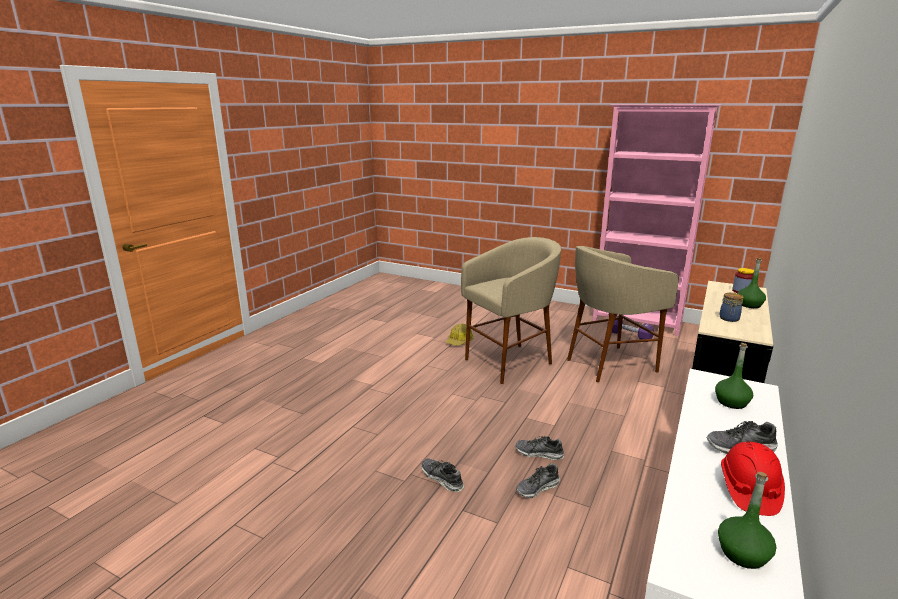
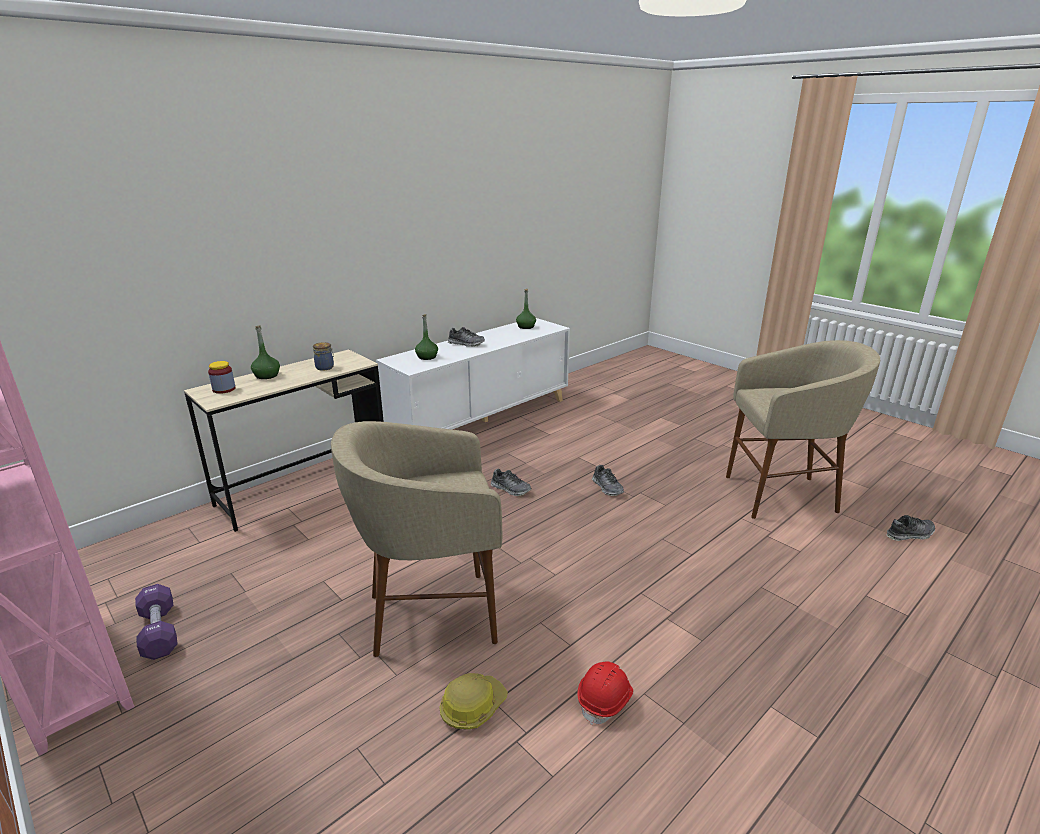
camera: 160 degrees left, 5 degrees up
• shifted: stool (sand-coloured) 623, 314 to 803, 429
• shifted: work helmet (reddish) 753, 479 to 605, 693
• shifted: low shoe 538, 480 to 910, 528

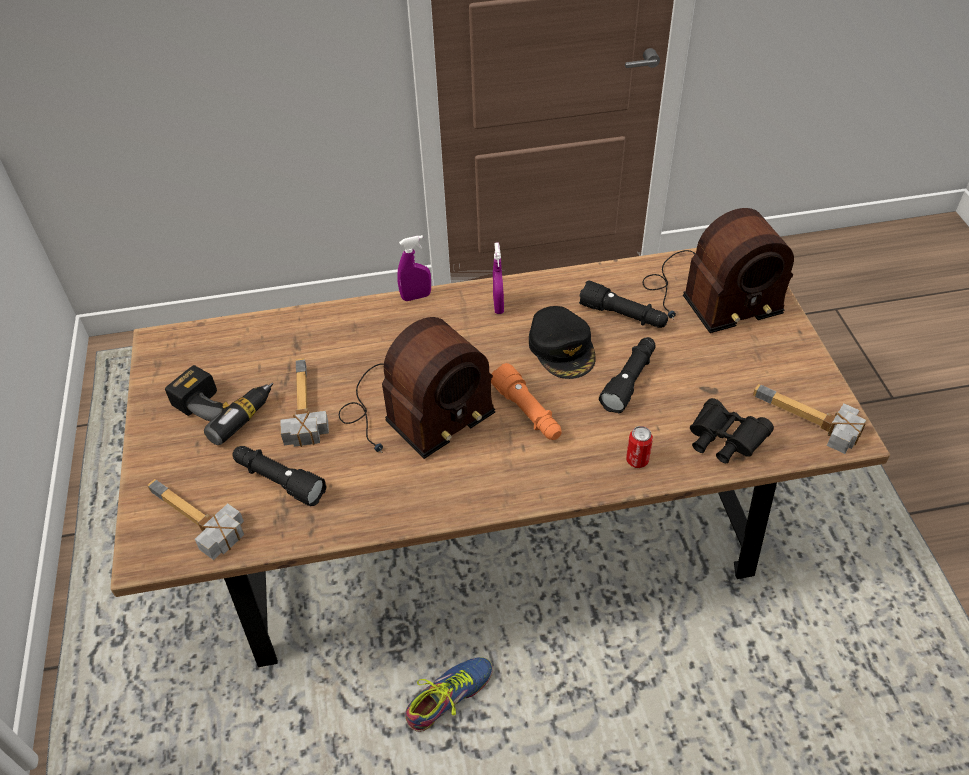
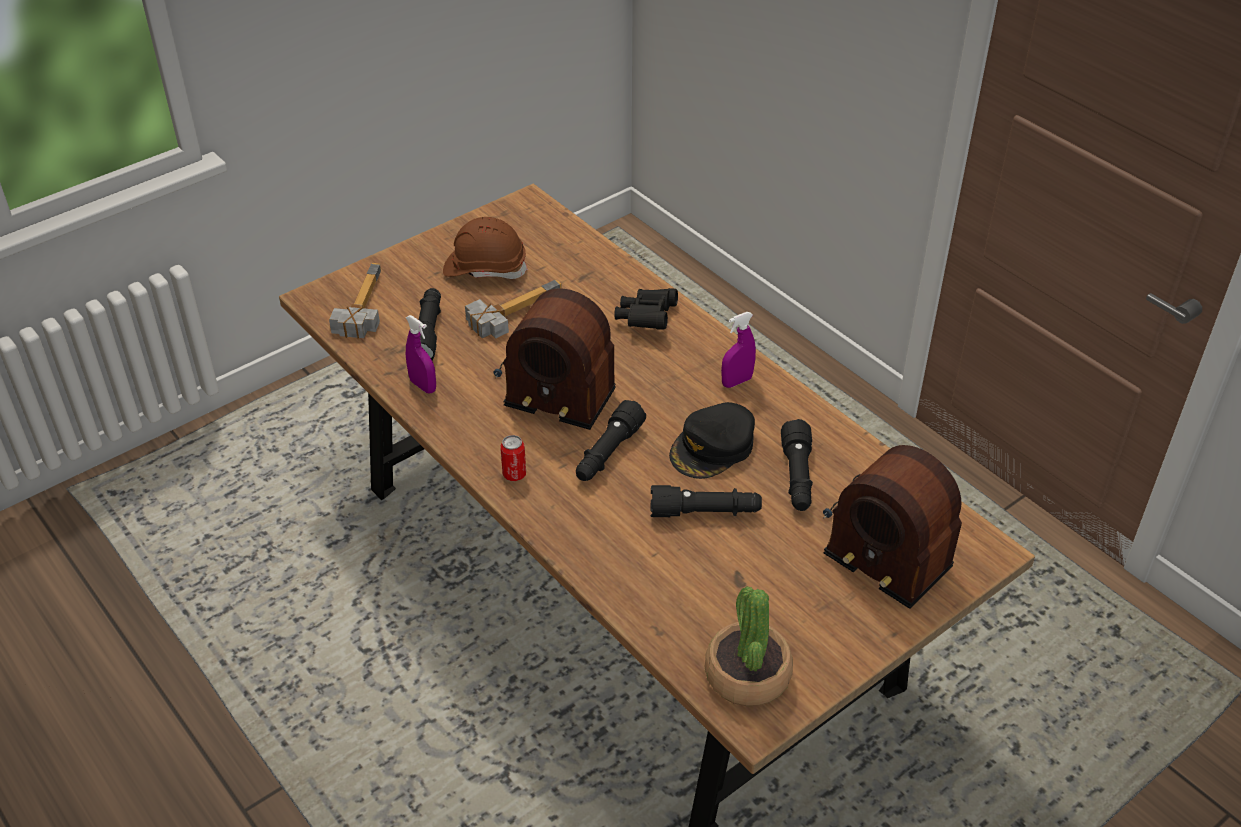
camera: 60 degrees right, 5 degrees down
• shifted: sprayer (purple) 414, 268 to 421, 354
• repainted: torch (orange-coloured) 526, 401 to torch (black-coloured) 611, 440
• swapped: drill 219, 405 to work helmet (brown) 485, 248
• swapped: hand hammer 809, 419 to potted plant 749, 646
• shifted: pair of binoculars (black-coloured) 732, 430 to 646, 309
• shifted: metal can 639, 447 to 513, 458
• gone: low shoe 449, 694

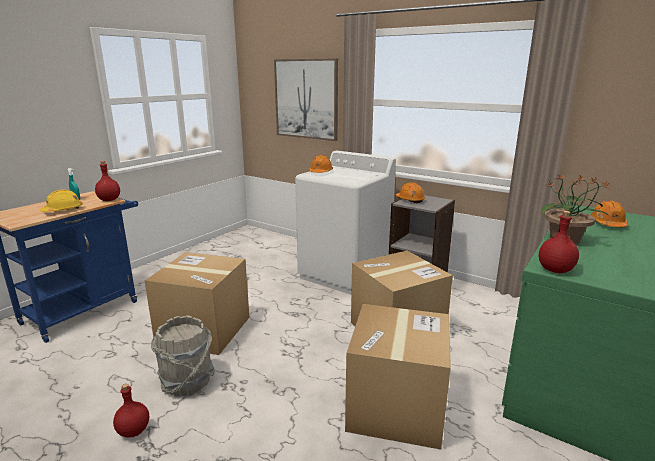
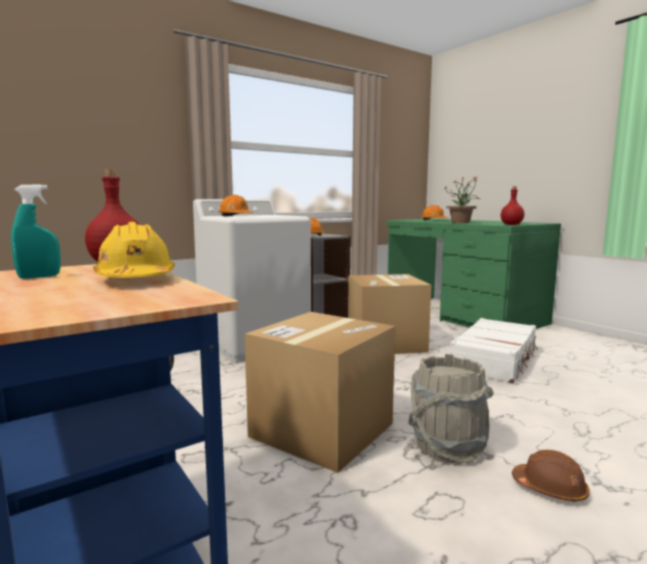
camera: 70 degrees left, 10 degrees down
• gone: picture 306, 99
• swapped: packing box 398, 377 to travel case (white) 494, 350
• swapped: beverage bottle (reddish) 131, 411 to work helmet (brown) 551, 476

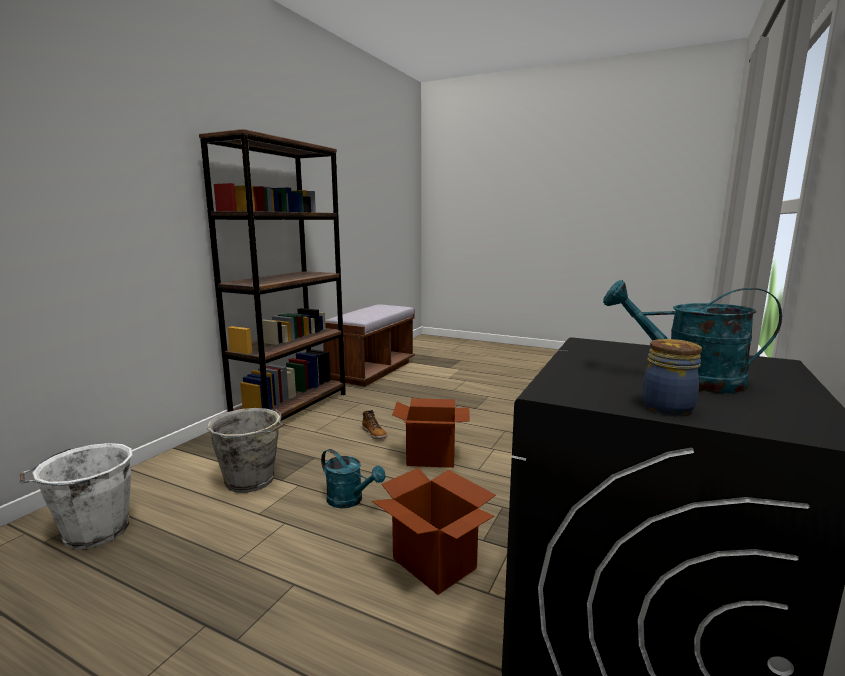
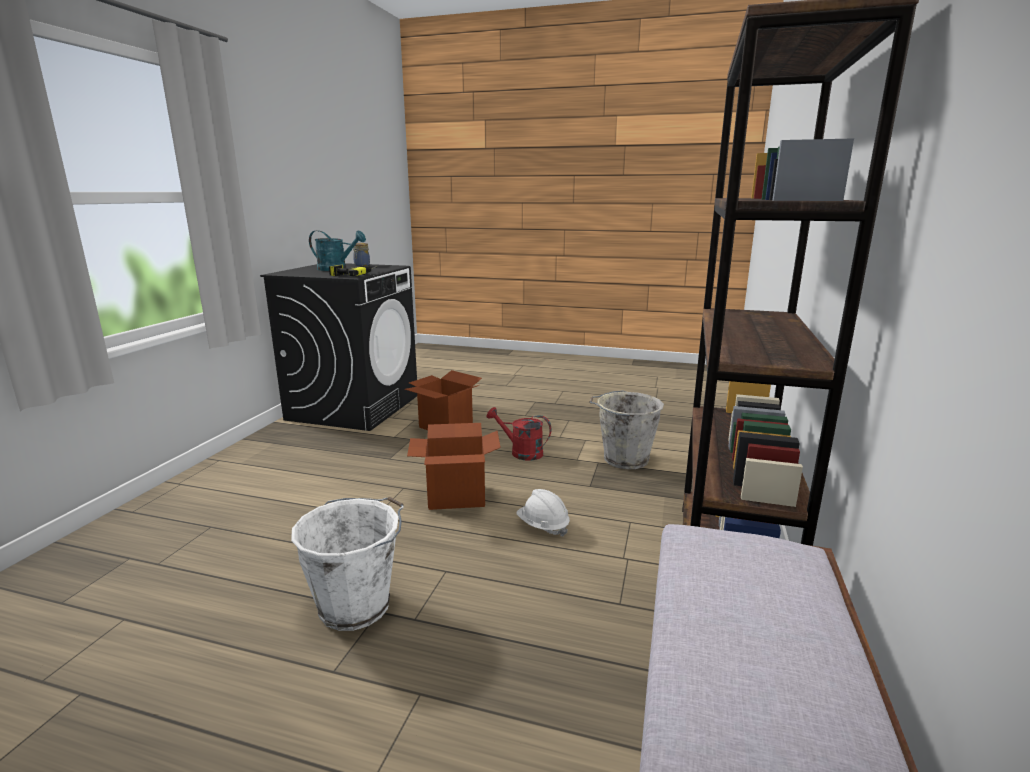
camera: 170 degrees right, 5 degrees up
• swapped: boot 374, 424 to work helmet (white) 543, 512
• shifted: pail (white) 76, 496 to 347, 564
• repainted: watering can (turquoise-coloured) 353, 479 to watering can (reddish) 519, 434
• new: drill 353, 270

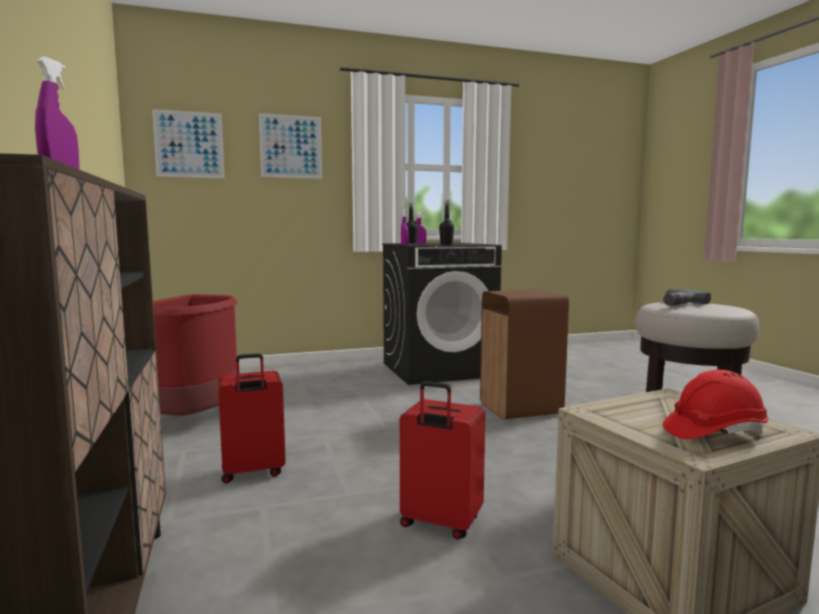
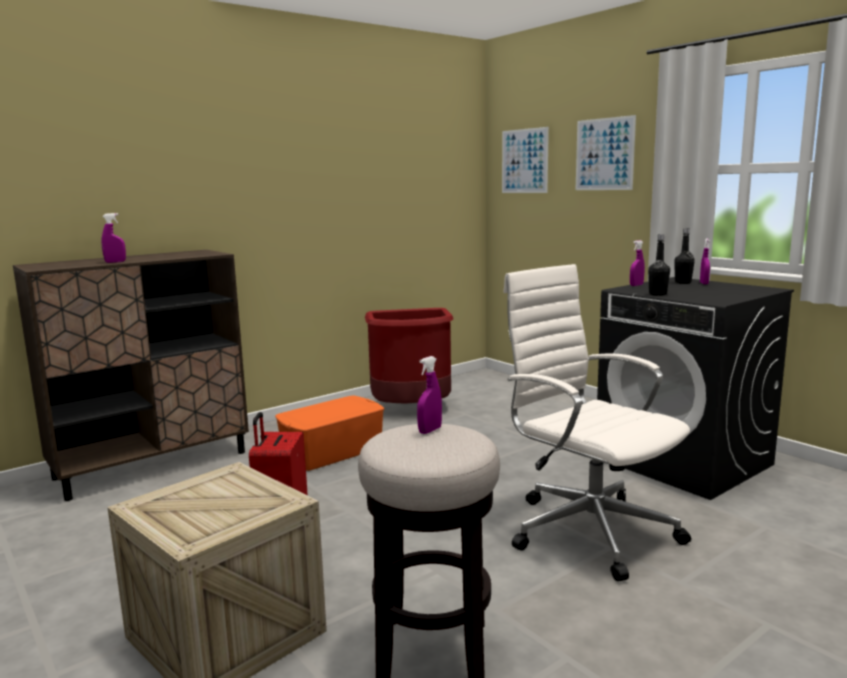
camera: 70 degrees right, 5 degrees up
• swapped: waste bin (brown) 524, 354 to computer chair (white) 597, 422
• swapped: drill 687, 297 to sprayer (purple) 429, 395
• swapped: travel case (reddish) 252, 418 to storage container (orange-coloured) 329, 433
• gone: work helmet (reddish) 715, 404

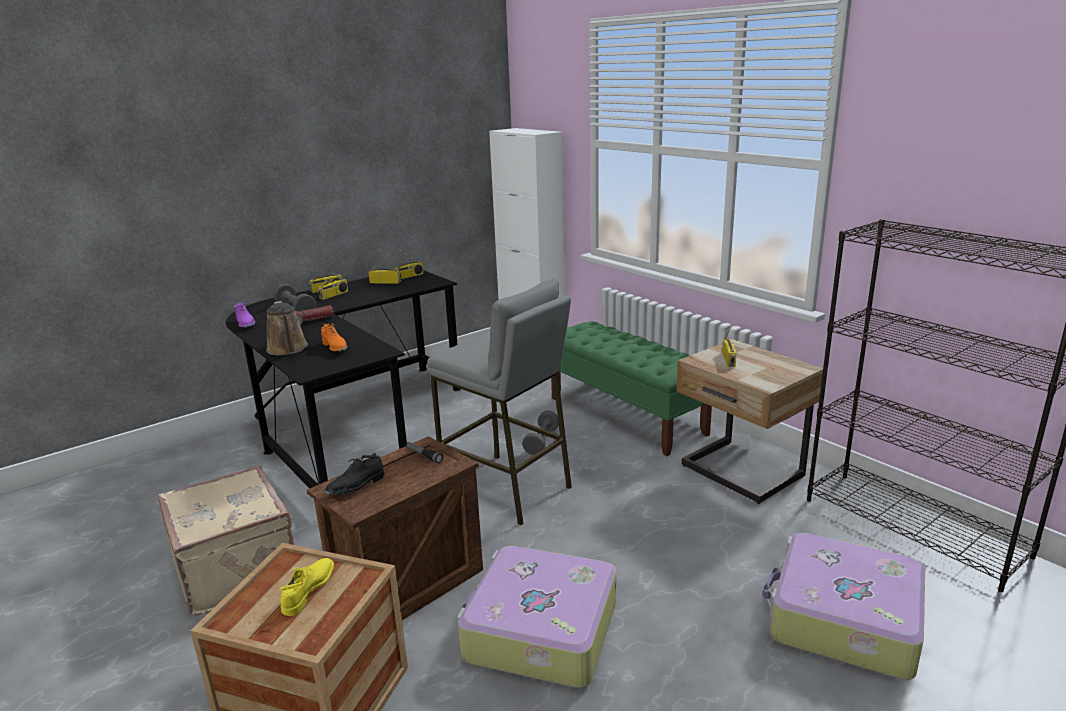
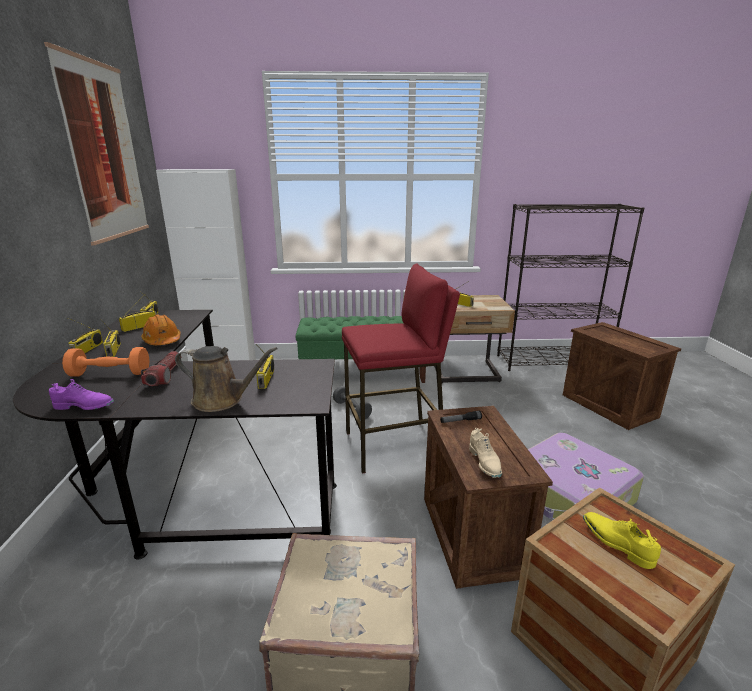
camera: 55 degrees left, 0 degrees up
• repainted: stool (gray) 499, 402 to stool (reddish) 401, 368
• repainted: free weight (gray) 294, 297 to free weight (orange-coloured) 105, 362
• swapped: low shoe (orange-coloured) 334, 337 to radio 265, 366
• repainted: low shoe (black-coloured) 354, 474 to low shoe (sand-coloured) 485, 453
• swapped: travel case 843, 606 to shipping crate 622, 376
• new: picture 96, 143
• new: work helmet (orange-coloured) 161, 329

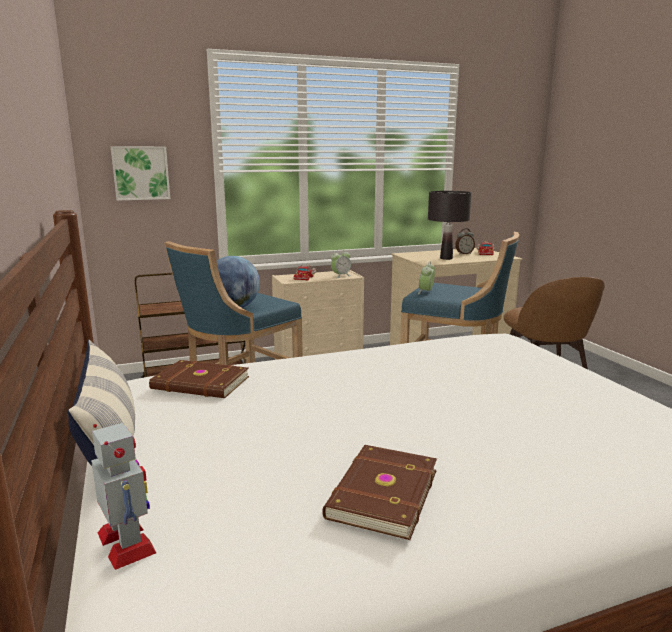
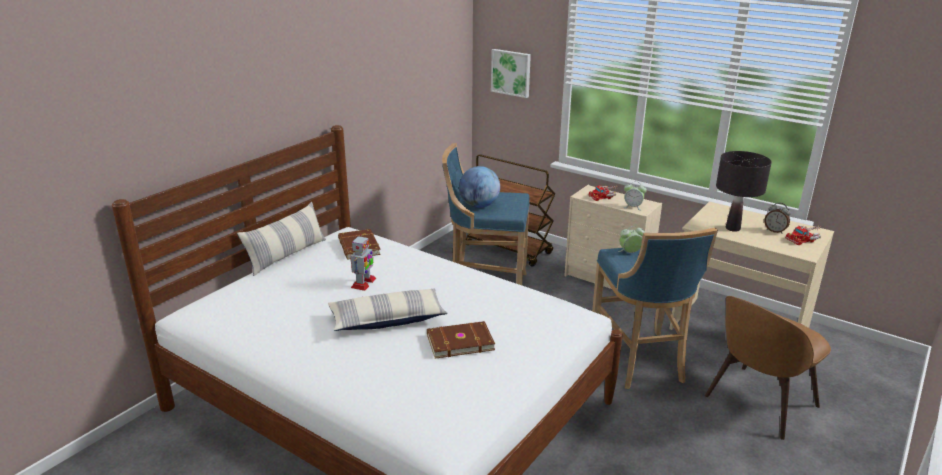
camera: 55 degrees right, 10 degrees up
• shifted: robot figure 123, 496 to 363, 262
• shifted: book (brown) 379, 492 to 461, 340
• new: pillow 387, 310

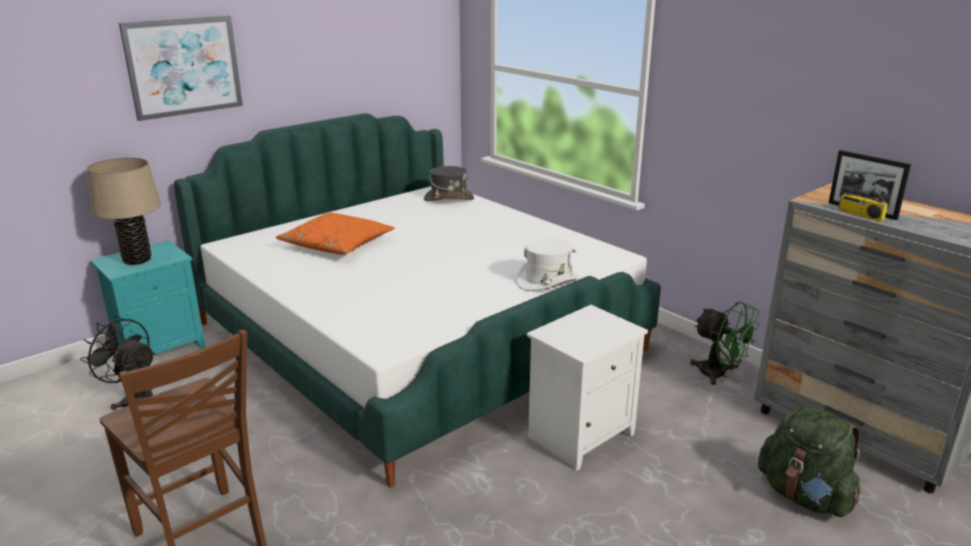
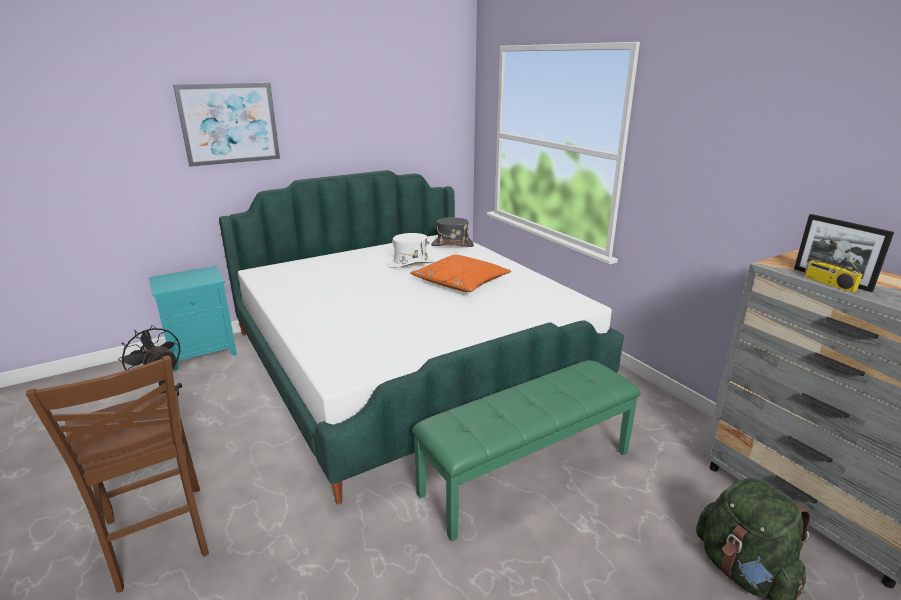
camera: 10 degrees right, 0 degrees up
• gone: tabletop lamp (sand-coloured) 123, 211
• shifted: pillow (orange-coloured) 335, 234 to 460, 273
• shifted: hat (white) 548, 264 to 411, 250
• gone: electric fan (green-coloured) 725, 343
• swapped: night table (white) 587, 388 to bench (green-coloured) 526, 450

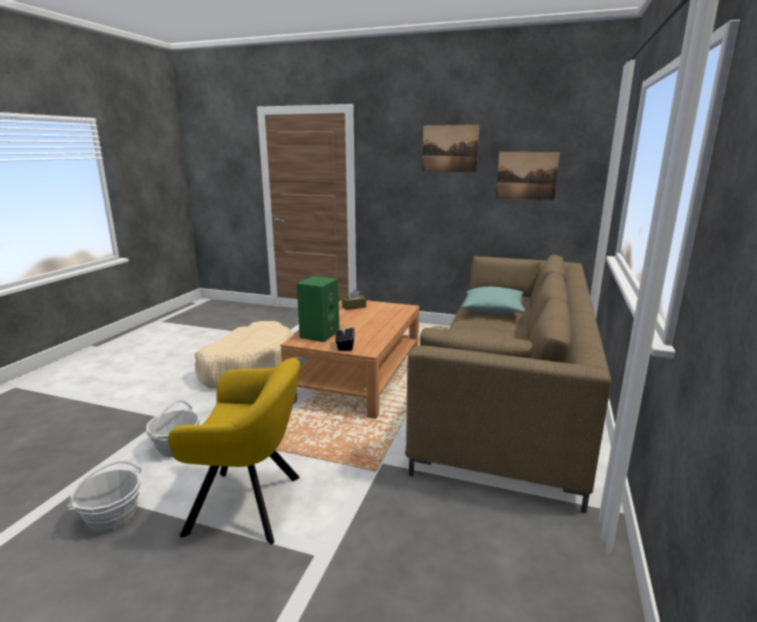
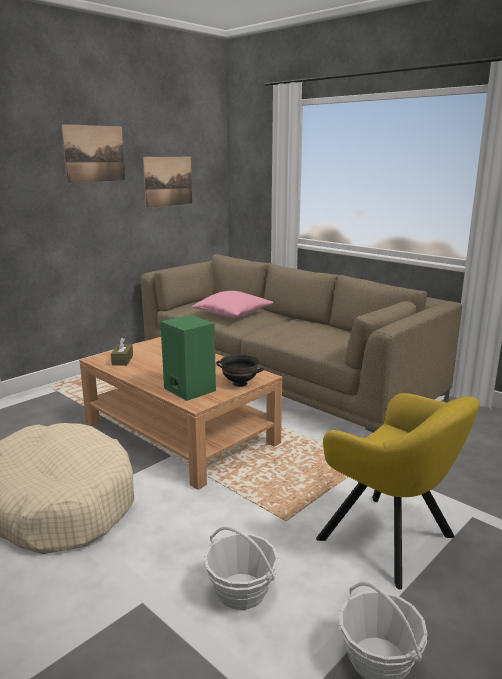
camera: 65 degrees left, 0 degrees up
• repainted: pillow (turquoise-coloured) 493, 300 to pillow (pinkish) 233, 304
• swapped: tissue holder (black-coloured) 345, 338 to deep dish (black-coloured) 240, 370
• rotated: armchair (yellowish) 234, 451 = 398, 491 105 degrees clockwise

